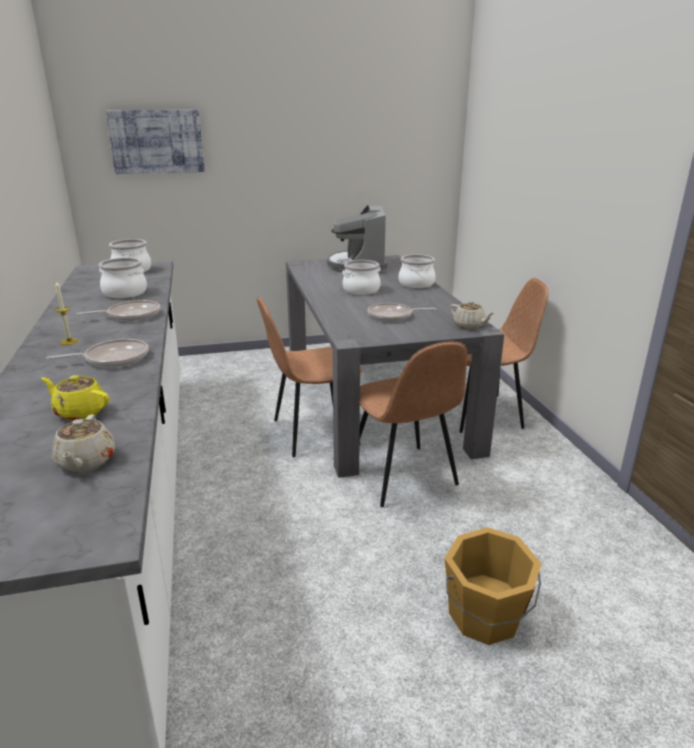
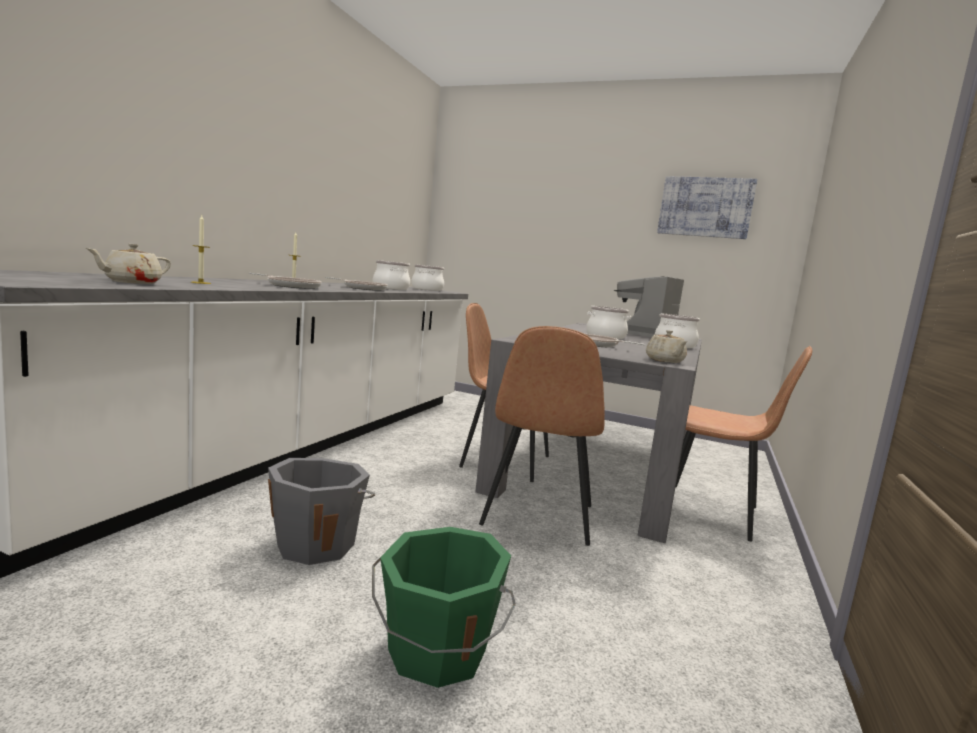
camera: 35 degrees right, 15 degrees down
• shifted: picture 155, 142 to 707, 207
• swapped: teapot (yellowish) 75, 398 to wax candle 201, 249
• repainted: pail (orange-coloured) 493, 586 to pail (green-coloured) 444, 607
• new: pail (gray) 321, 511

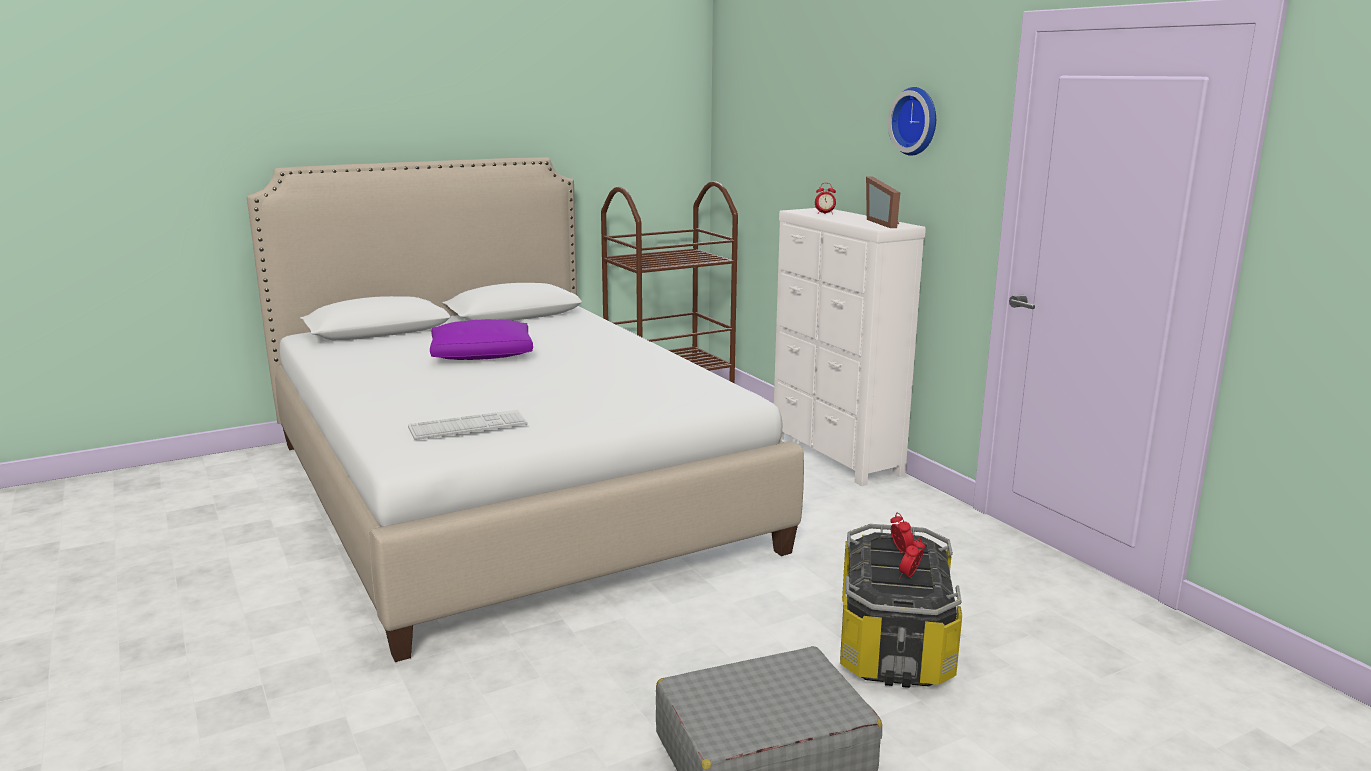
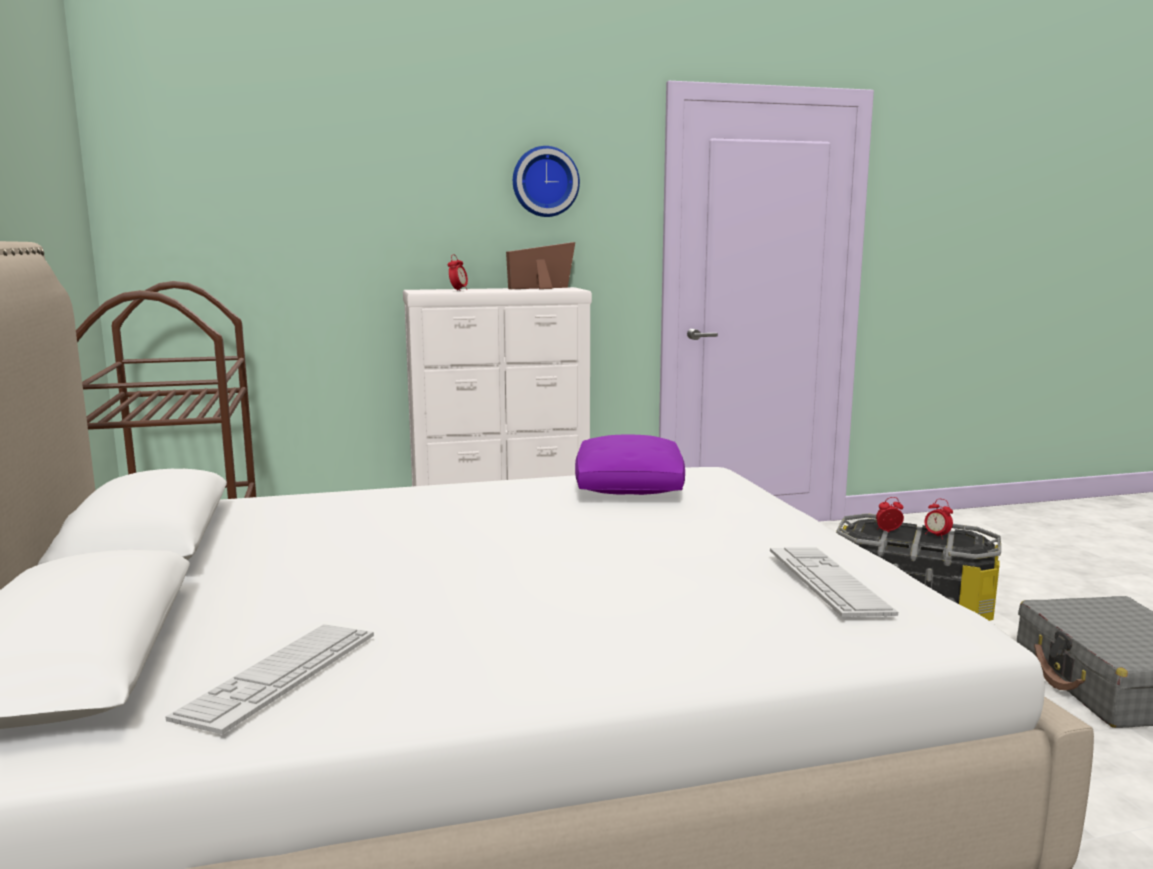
camera: 75 degrees left, 5 degrees down
• rotated: picture frame 883, 202 = 540, 265 150 degrees clockwise
• shifted: pillow (purple) 481, 339 to 630, 464
• new: PC keyboard 269, 679

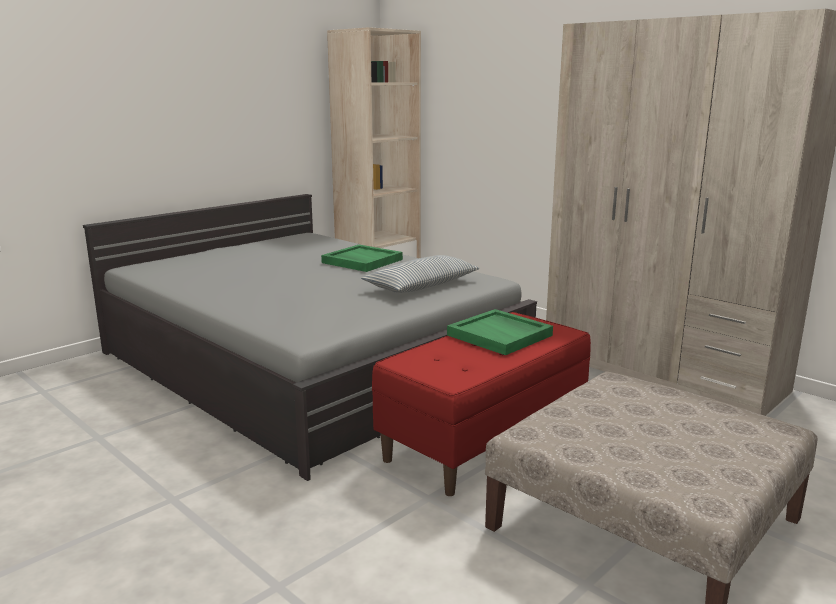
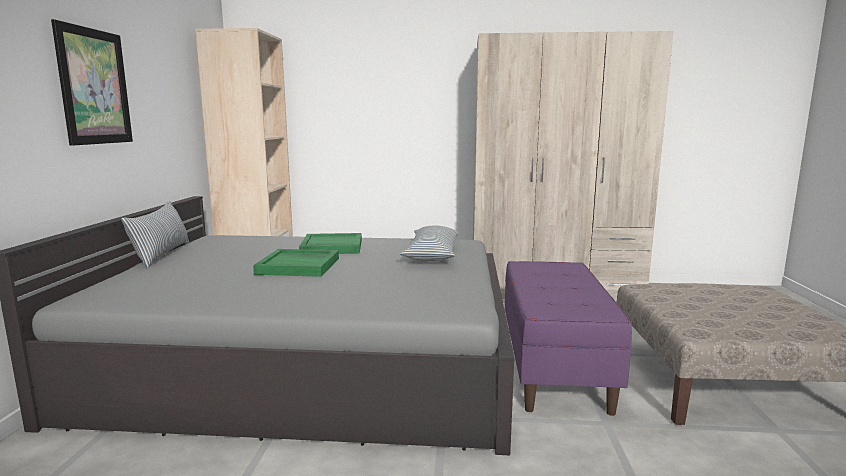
camera: 40 degrees left, 5 degrees down
• shifted: tray (green-coloured) 500, 332 to 296, 263
• repainted: bench (reddish) 481, 404 to bench (purple) 568, 338
• new: picture 92, 82
• new: pillow 155, 234

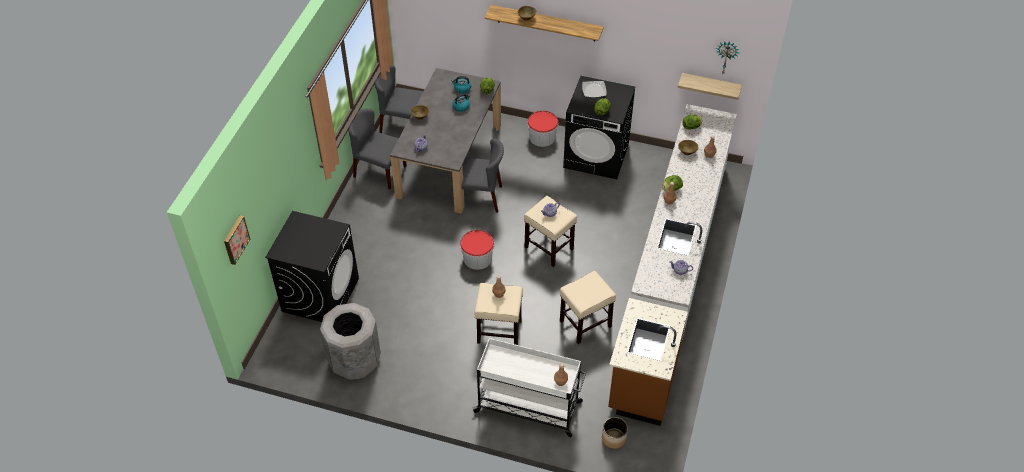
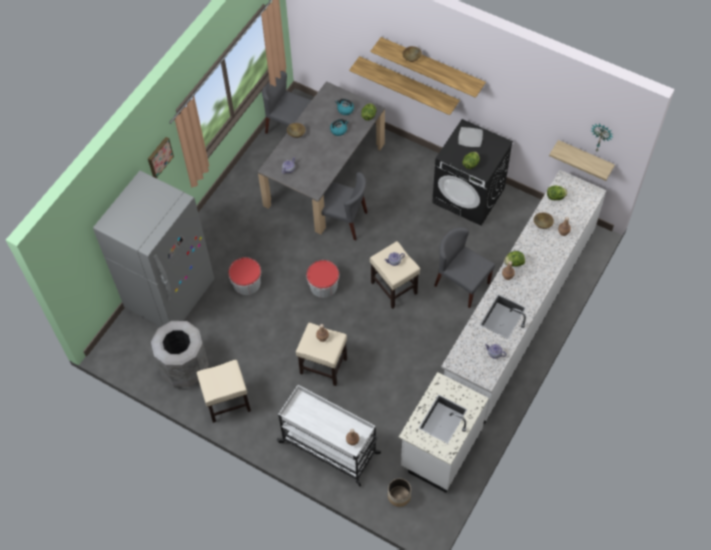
camera: 15 degrees right, 10 degrees up
• shifted: plain chair (gray) 377, 149 to 464, 267
• shifted: pail 543, 128 to 244, 276
• swapped: washing machine (black-coloured) 312, 266 to refrigerator (gray) 153, 248
• shifted: picture 237, 240 to 161, 157
• shifted: stool (sand-coloured) 588, 307 to 224, 391
• repainted: counter (brown) 648, 362 to counter (white) 444, 432
• new: shelf 404, 85

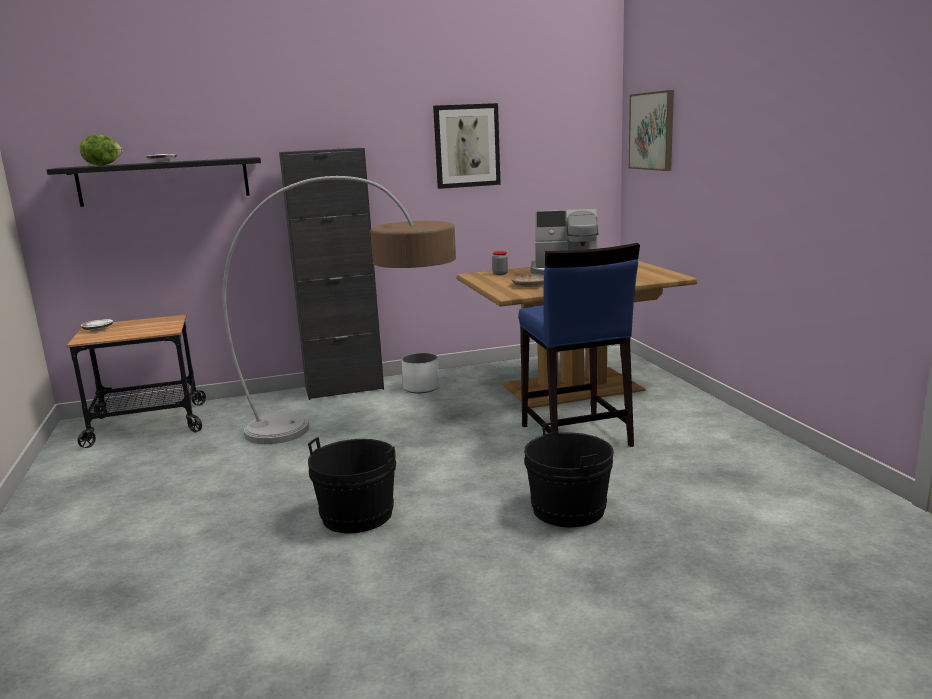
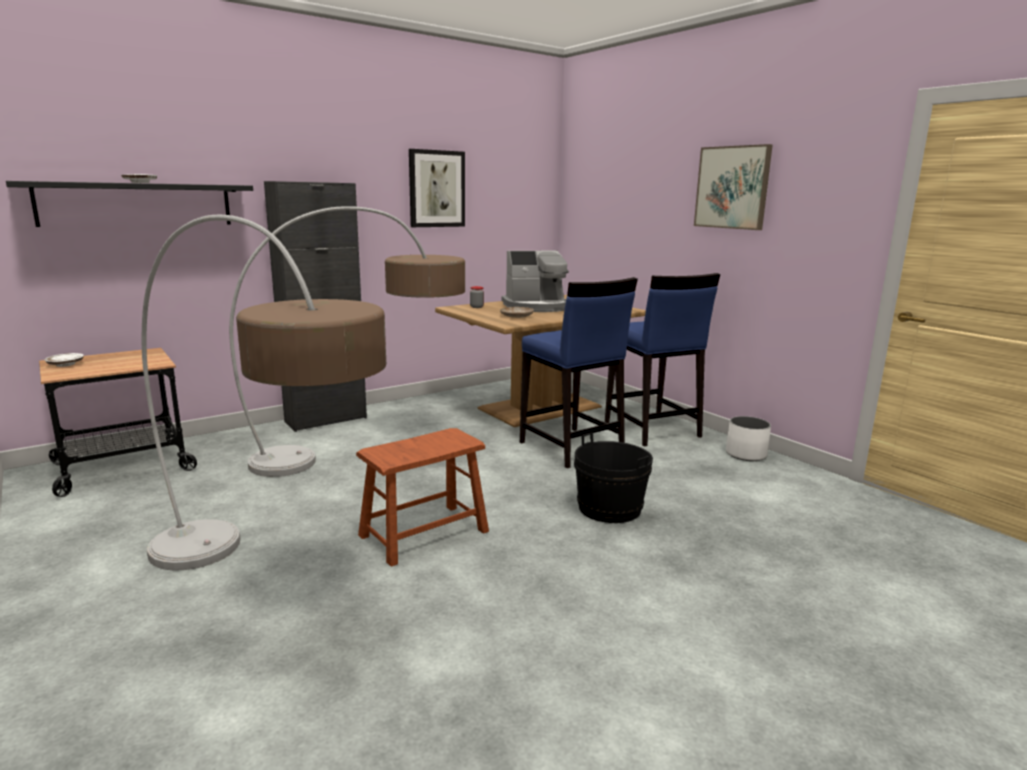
camera: 20 degrees left, 0 degrees up
• shifted: picture 651, 130 to 733, 187
• gone: lettuce head 101, 150
• shifted: plant pot (white) 420, 373 to 748, 438
• swapped: pail (black-coloured) 352, 485 to stool (brown) 422, 497
• new: standard lamp 264, 393
• new: stool (blue) 662, 360

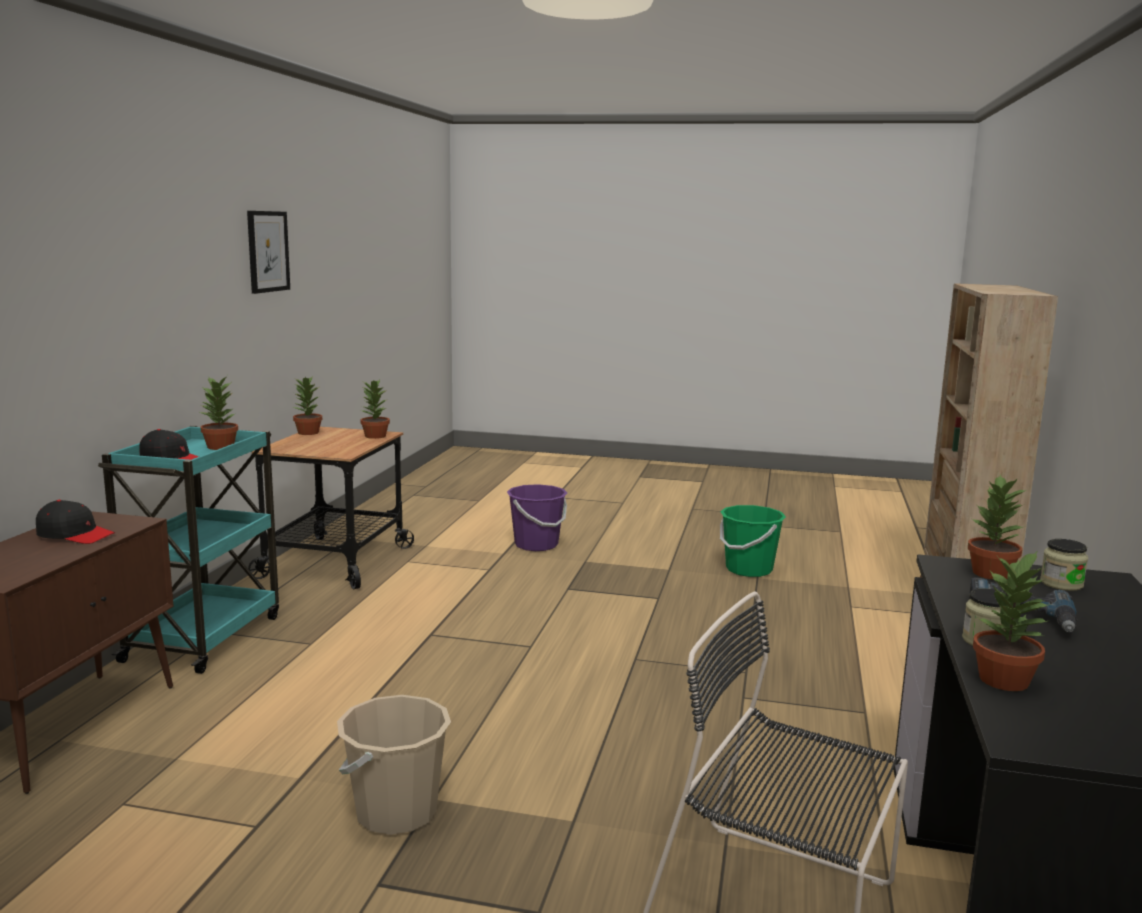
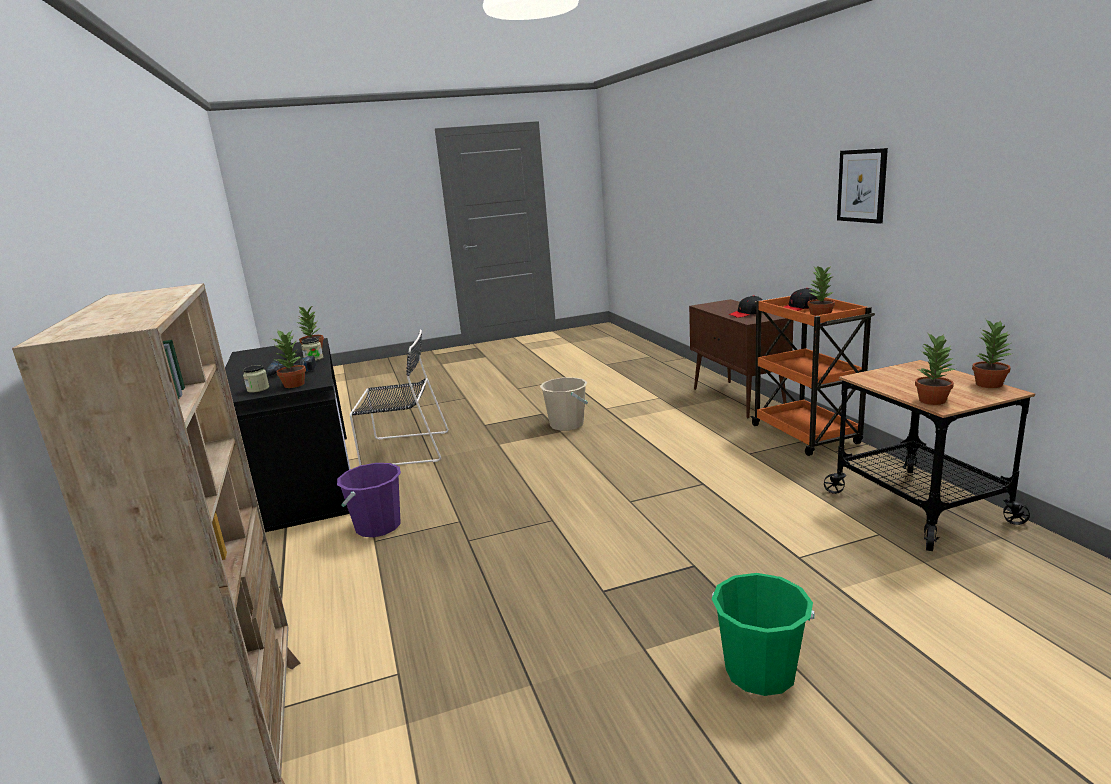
camera: 150 degrees right, 5 degrees up
• shifted: picture 268, 252 to 862, 186
• repainted: wheeled cart (turquoise-coloured) 188, 550 to wheeled cart (orange-coloured) 812, 376
• shifted: pail (purple) 537, 517 to 369, 500
• shifted: pail (green-coloured) 753, 541 to 763, 634

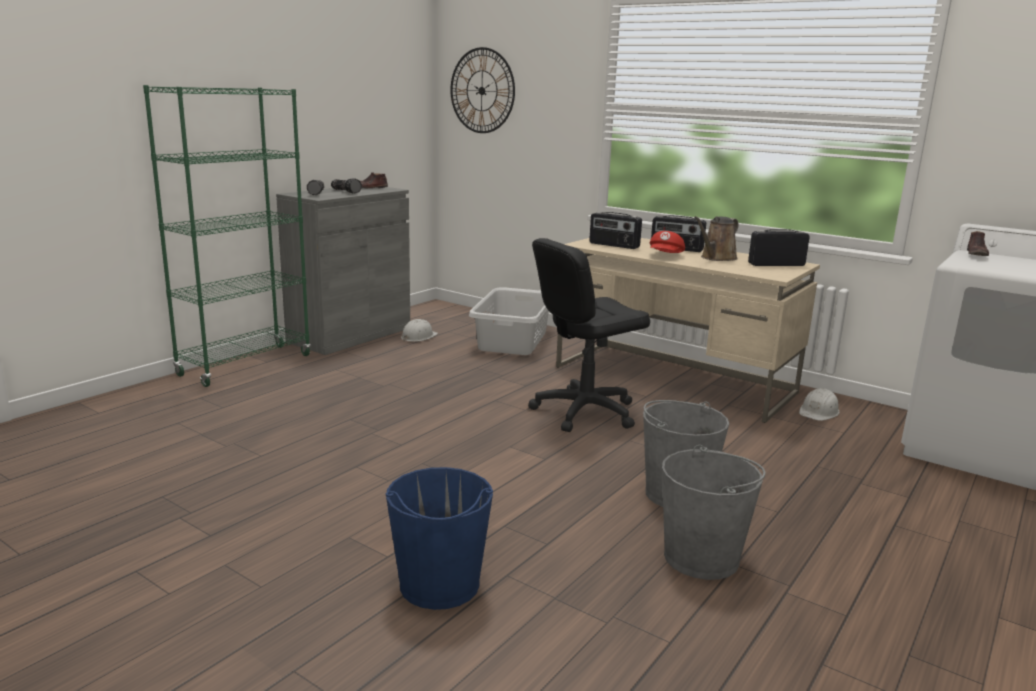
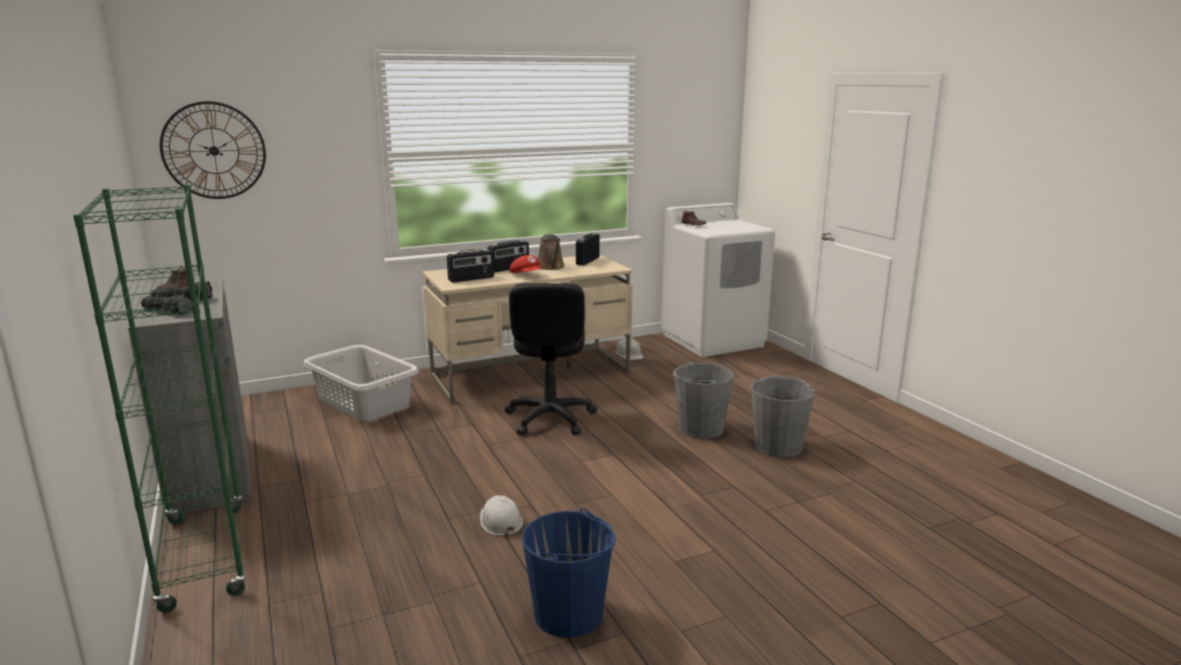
camera: 60 degrees left, 0 degrees up
• shifted: work helmet (white) 419, 330 to 501, 516
• shifted: pail (blue) 439, 538 to 569, 573

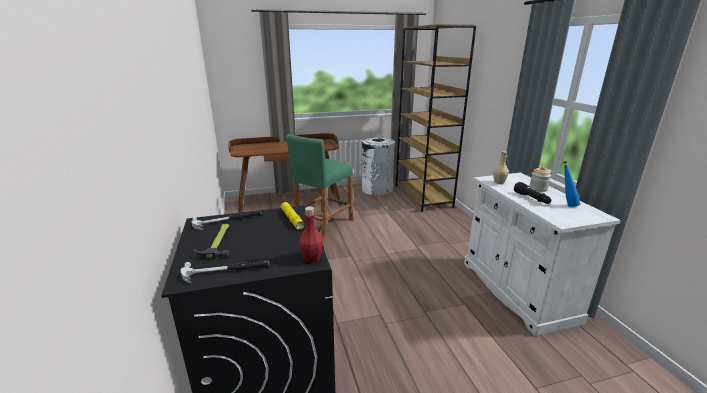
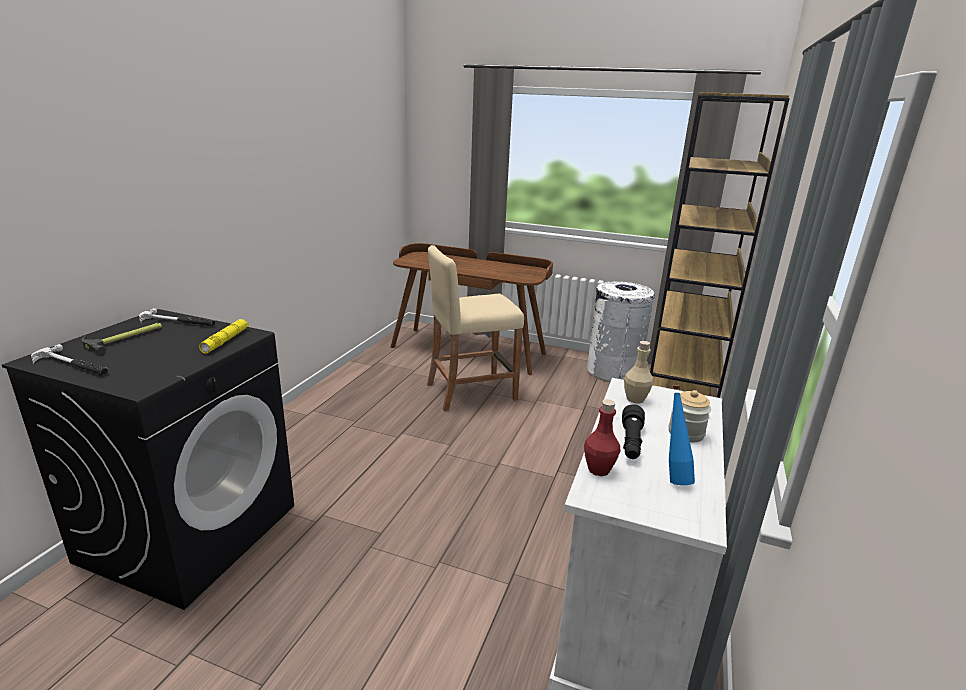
camera: 35 degrees right, 0 degrees up
• repainted: stool (green-coloured) 319, 187 to stool (sand-coloured) 475, 328
• shifted: beverage bottle (reddish) 311, 235 to 602, 437

